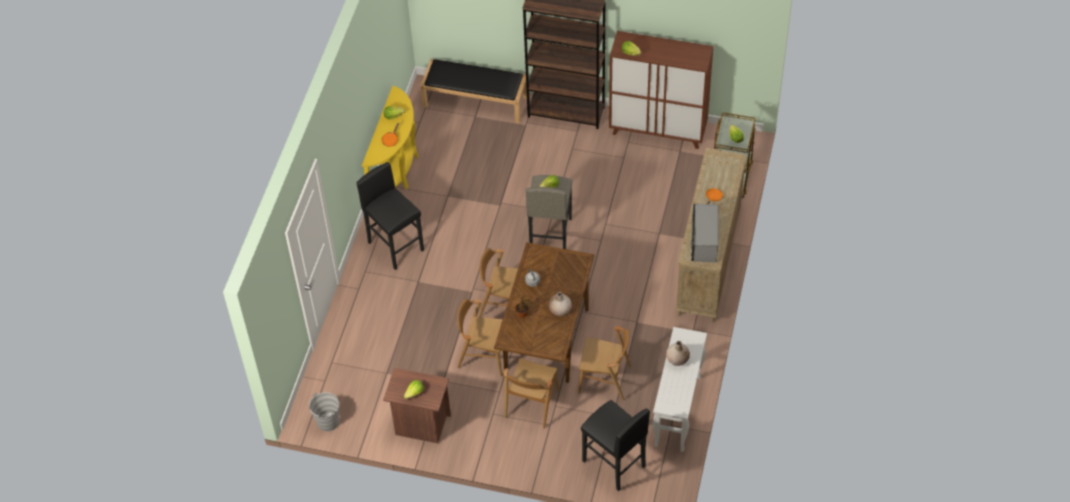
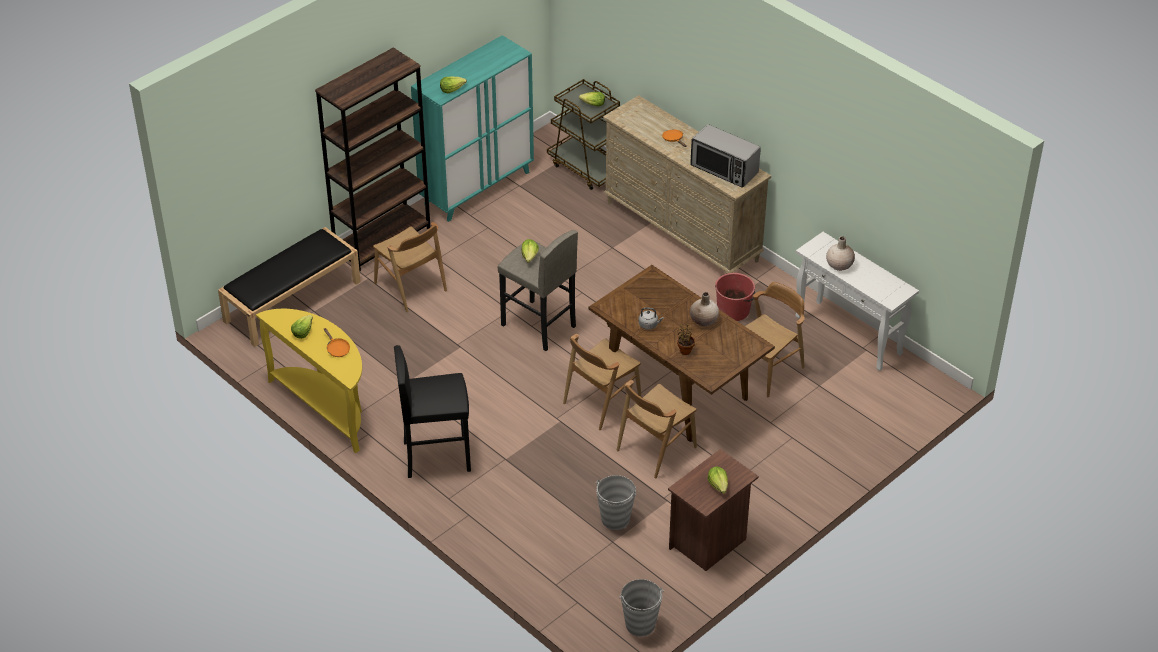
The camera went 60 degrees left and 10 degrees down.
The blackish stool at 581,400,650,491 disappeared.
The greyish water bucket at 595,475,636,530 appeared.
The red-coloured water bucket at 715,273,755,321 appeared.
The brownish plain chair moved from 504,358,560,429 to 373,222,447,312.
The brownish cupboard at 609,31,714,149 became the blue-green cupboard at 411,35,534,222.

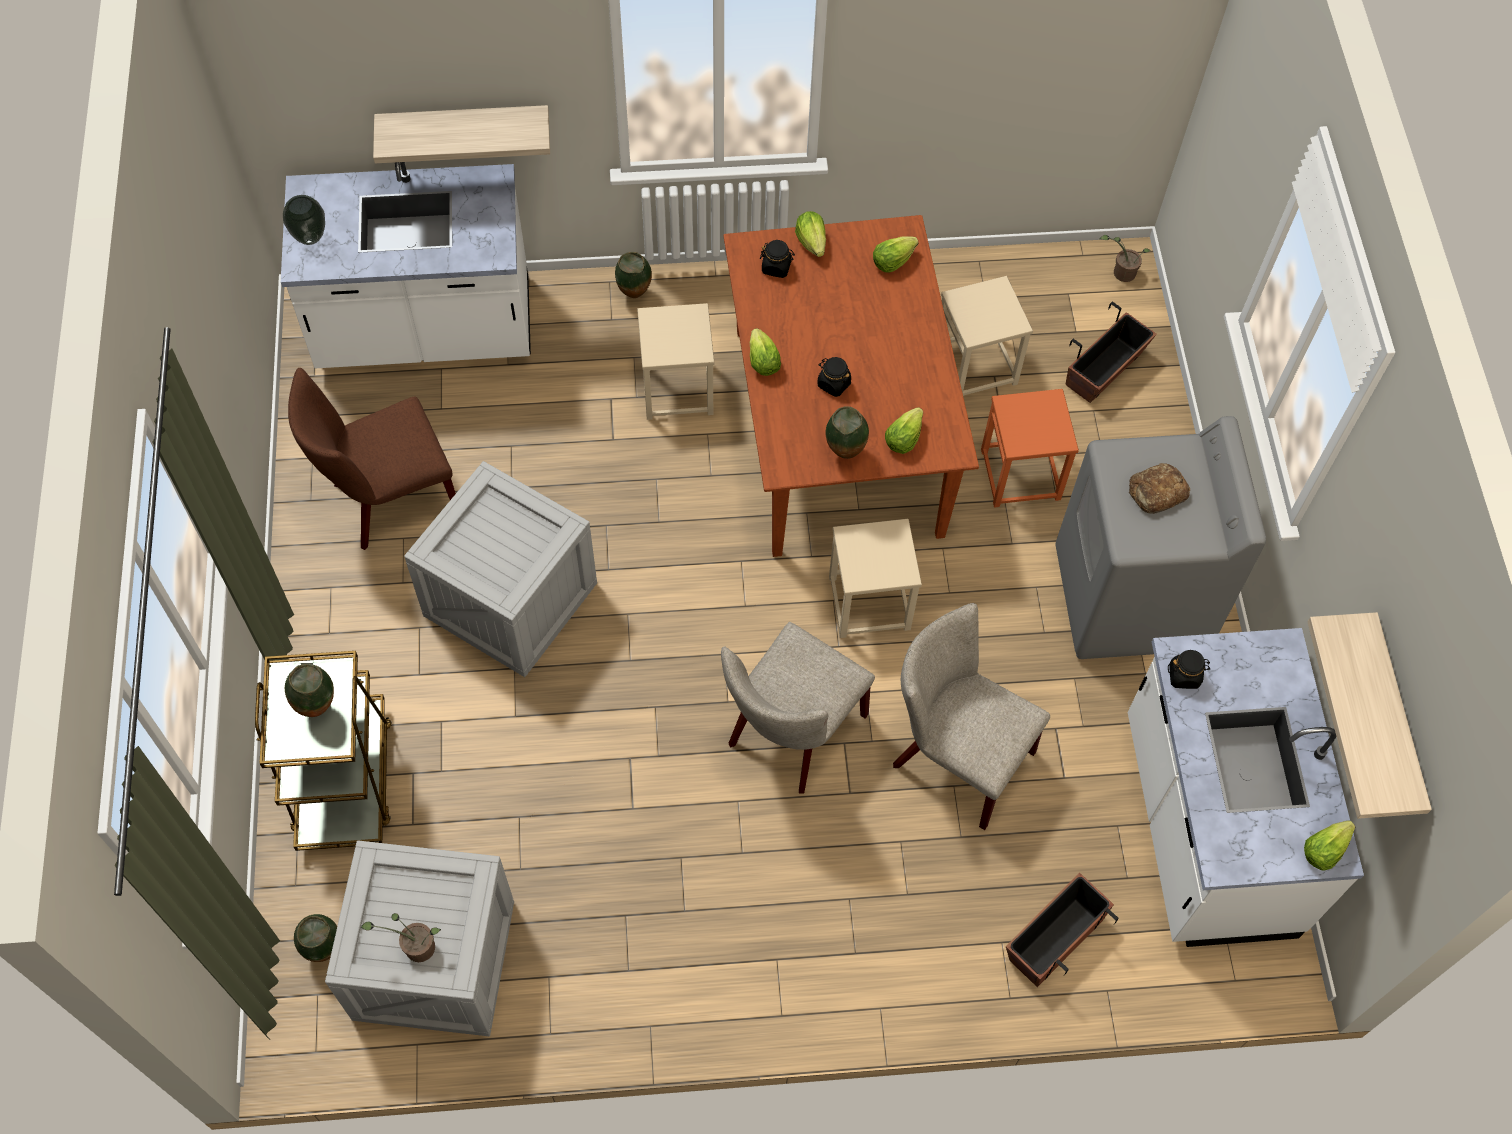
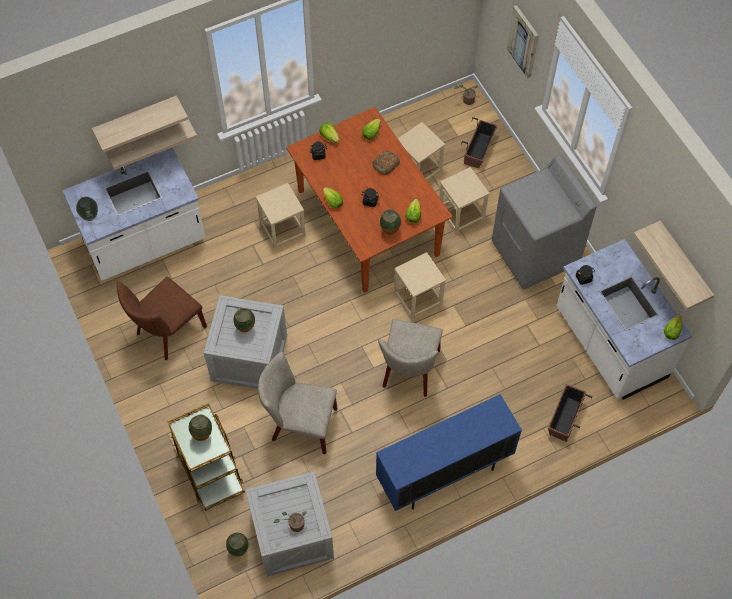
The camera went 20 degrees left and 0 degrees up.
The bracket shelf at 92,96,188,153 appeared.
The blue cupboard at 376,394,522,511 appeared.
The wall picture at 507,5,539,78 appeared.
The decorative vase moved from 615,252,652,298 to 234,308,255,332.
The beige plain chair moved from 893,603,1050,830 to 258,352,337,455.
The bread moved from 1129,463,1190,514 to 372,151,400,175.
The orangey stool at 981,389,1079,507 became the beige stool at 439,167,490,233.

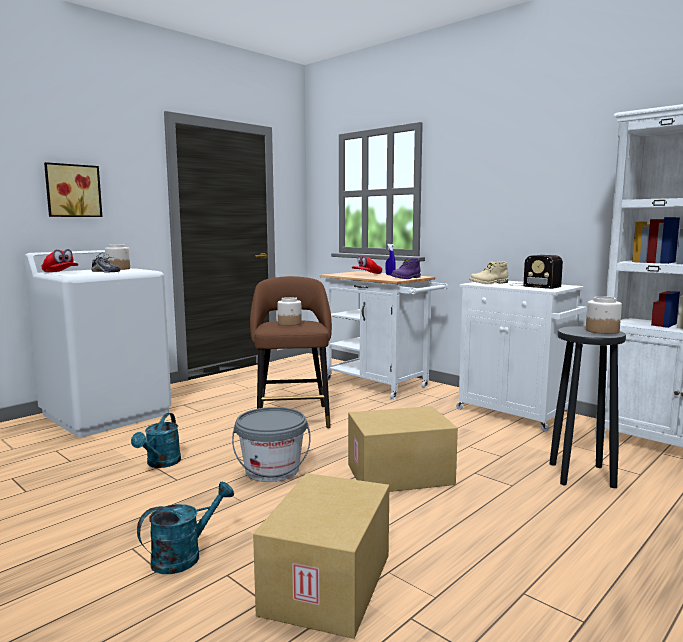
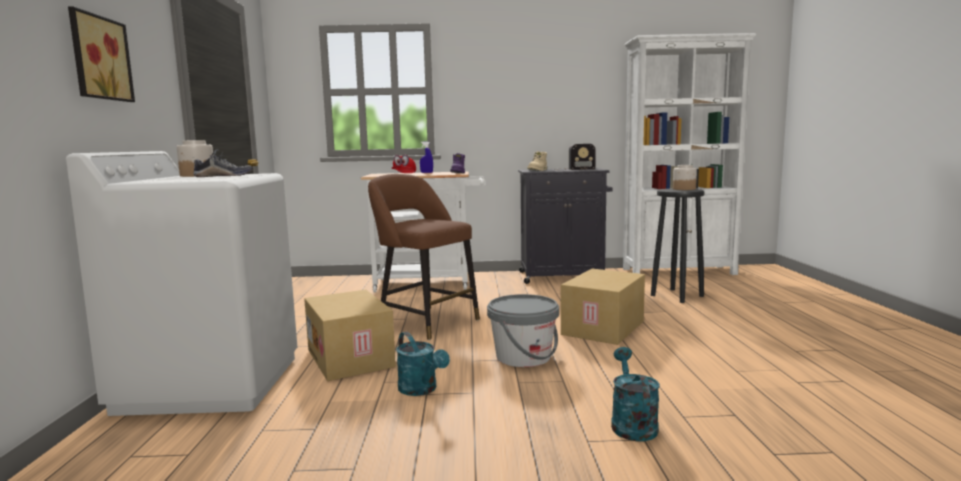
The camera went 45 degrees left and 0 degrees up.
The red-coloured cap at 41,249,78,272 disappeared.
The preserve jar at 277,297,302,326 disappeared.
The carton moved from 253,473,389,639 to 304,289,396,381.
The white cupboard at 456,281,586,432 became the blackish cupboard at 518,168,612,284.

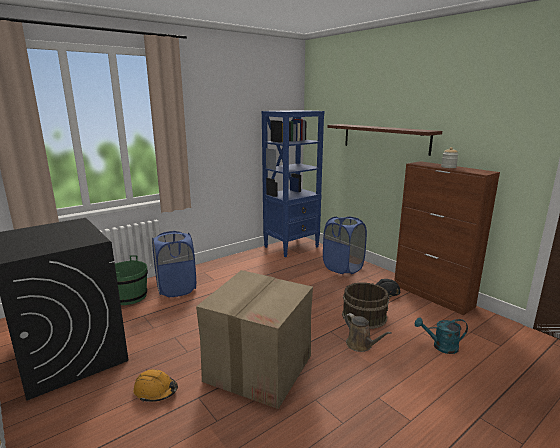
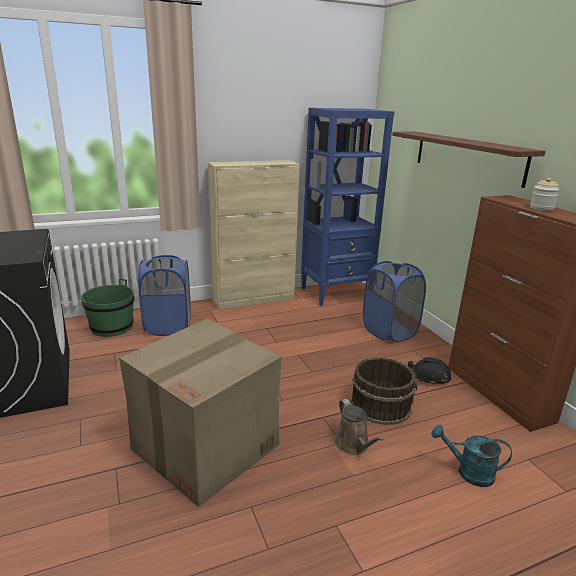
The camera went 15 degrees right and 5 degrees up.
The orangey safety helmet at 133,369,178,402 disappeared.
The beige cupboard at 208,160,300,310 appeared.

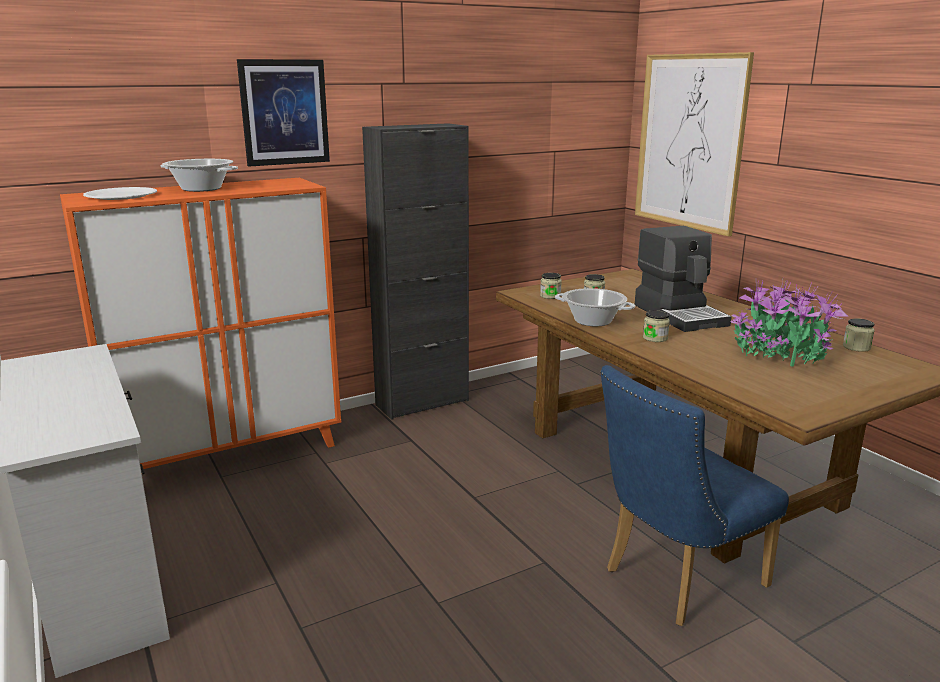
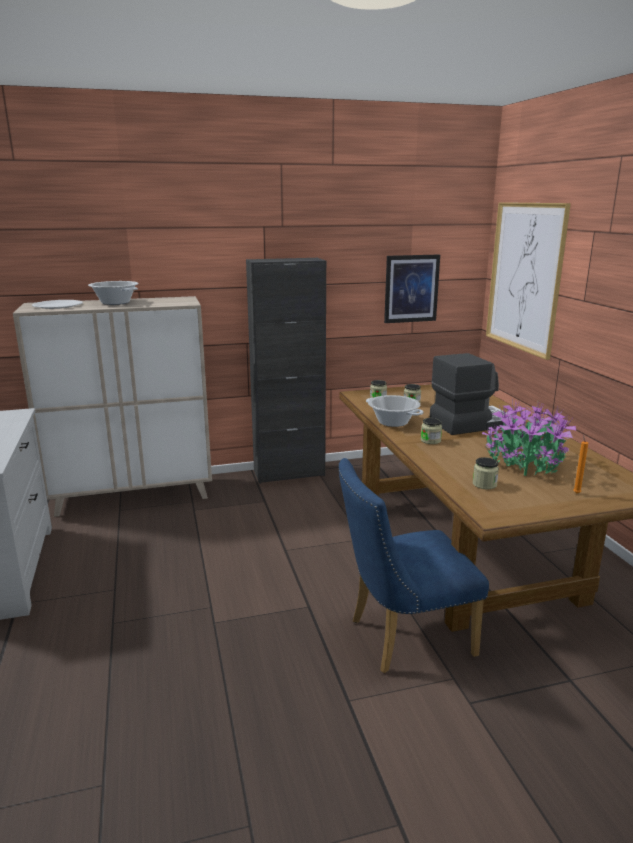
The camera went 15 degrees right and 0 degrees up.
The orangey wax candle at 573,435,588,493 appeared.
The wall picture moved from 237,59,330,167 to 384,255,440,323.
The preserve jar moved from 843,318,875,352 to 473,457,499,489.
The orangey cupboard at 60,178,341,469 became the beige cupboard at 13,296,212,517.
The coffee brewer at 635,226,732,332 turned 105 degrees counterclockwise.

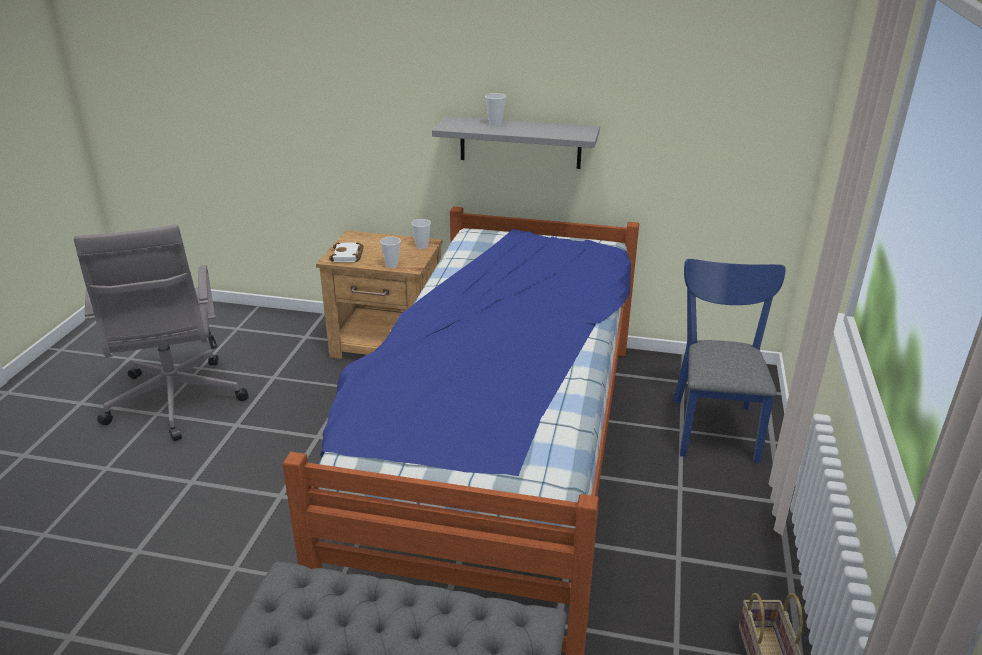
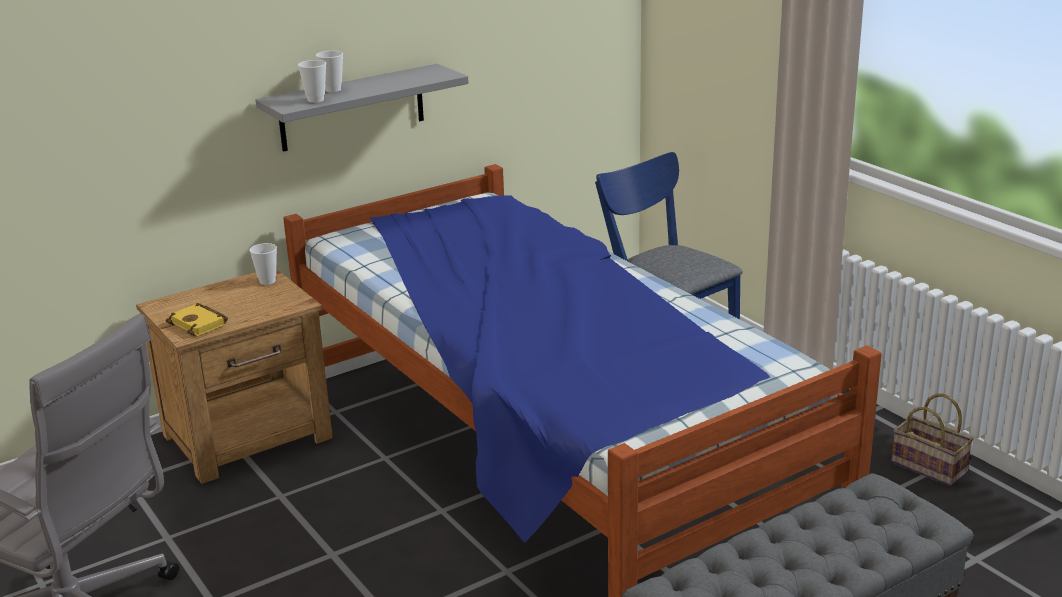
The camera went 45 degrees left and 5 degrees down.
The small cup moved from 380,237,401,268 to 298,60,326,103.
The white bound book at 329,242,364,262 became the yellowish bound book at 166,303,228,337.

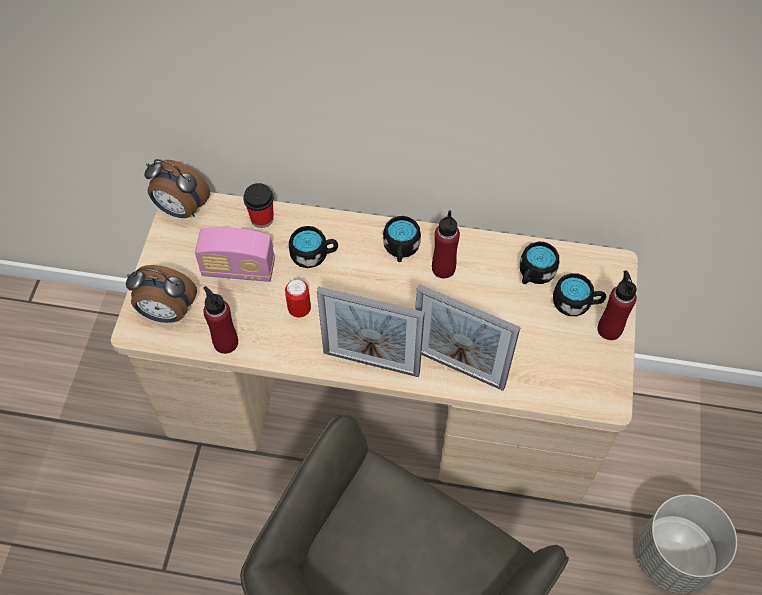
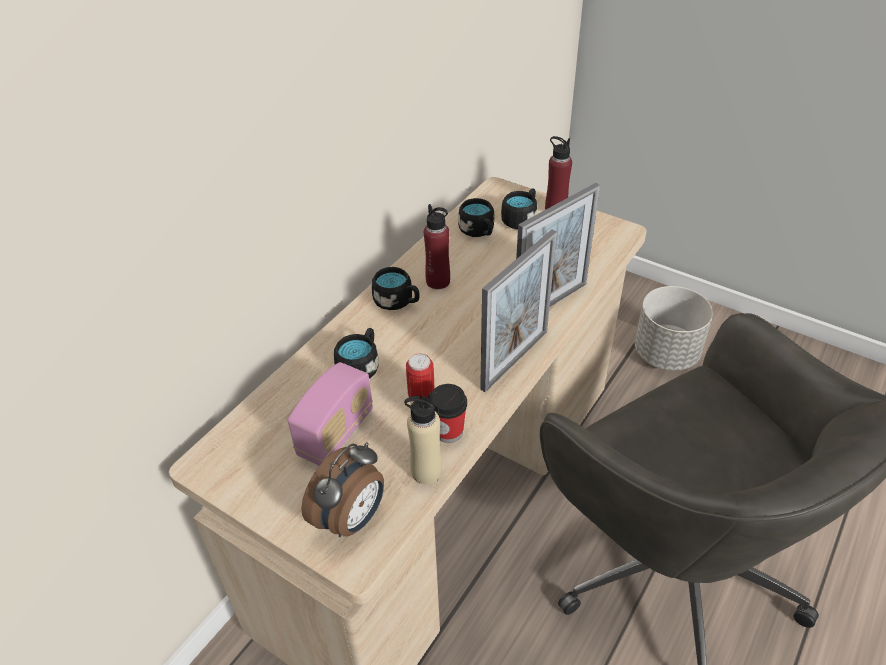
The camera went 65 degrees left and 15 degrees down.
The bedside clock at 144,159,210,218 disappeared.
The small cup moved from 243,183,274,228 to 432,384,467,443.
The red-coloured bottle at 203,286,238,354 became the beige bottle at 404,393,442,484.

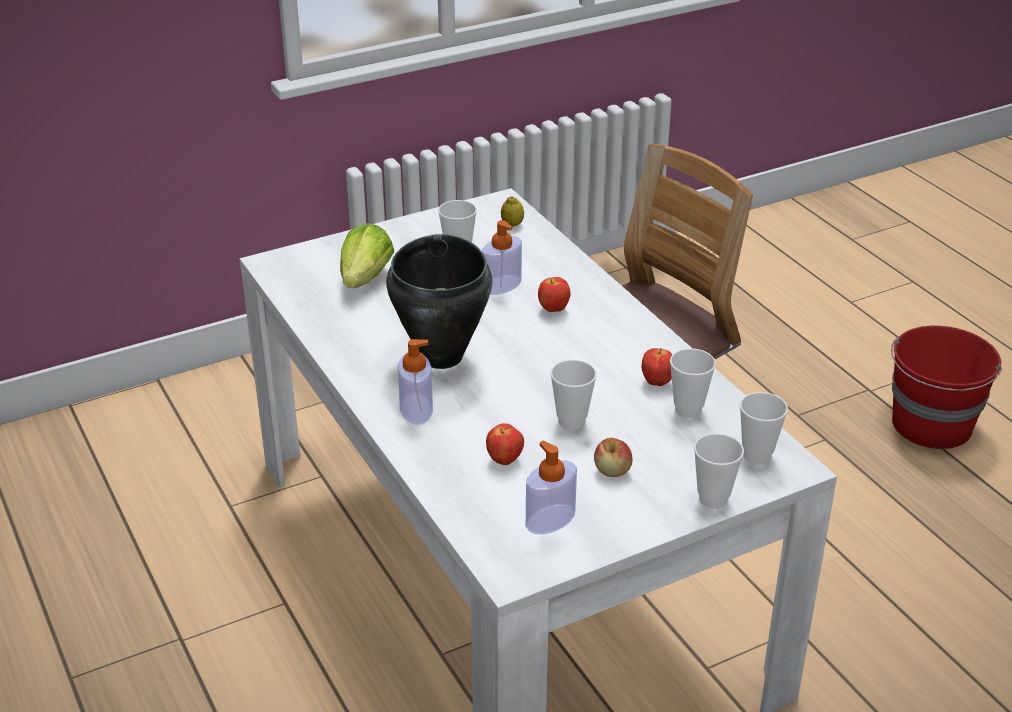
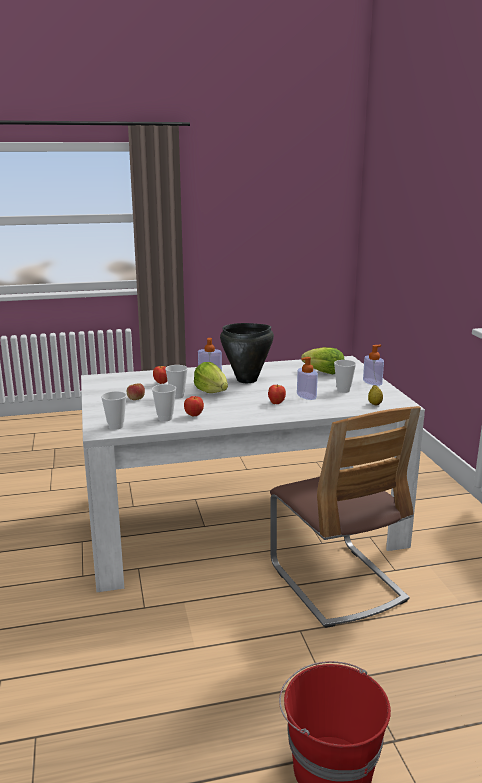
The camera went 105 degrees right and 15 degrees down.
The small cup at 694,433,744,509 disappeared.
The head of lettuce at 194,362,228,393 appeared.
The soap bottle moved from 526,441,577,534 to 363,345,384,386.

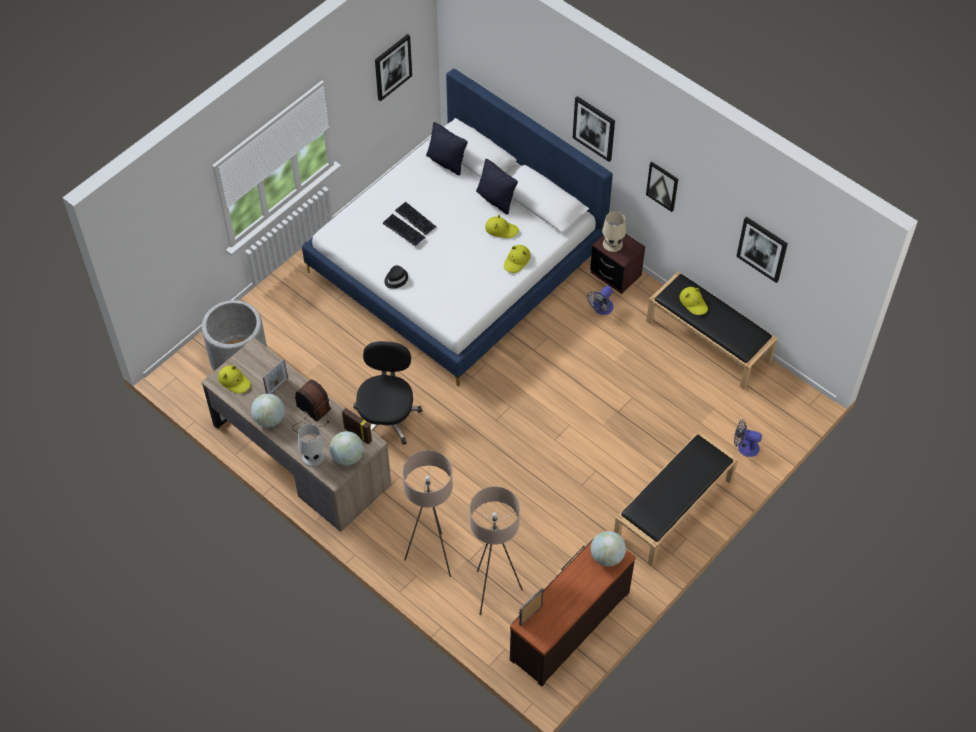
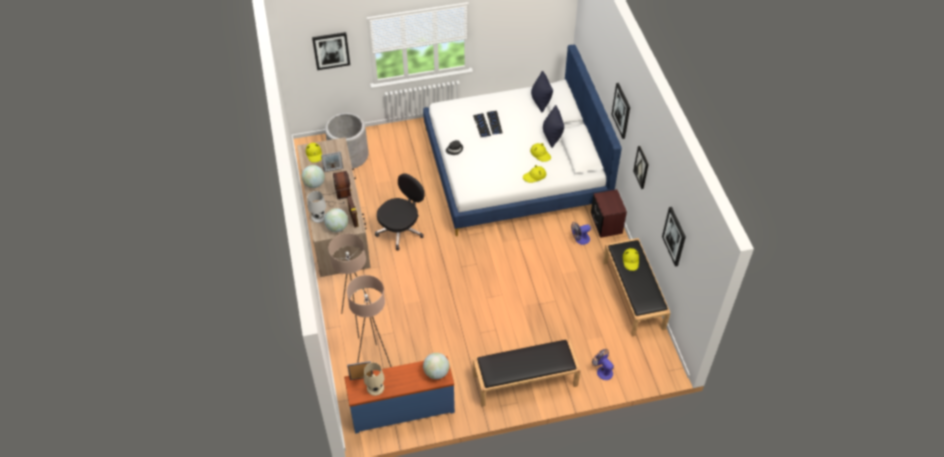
The camera went 35 degrees right and 5 degrees down.
The wall picture moved from 375,34,412,101 to 312,32,350,70.
The beige table lamp moved from 602,211,626,252 to 364,363,384,396.
The brownish drawer chest at 510,531,636,687 became the blue drawer chest at 344,356,455,434.

